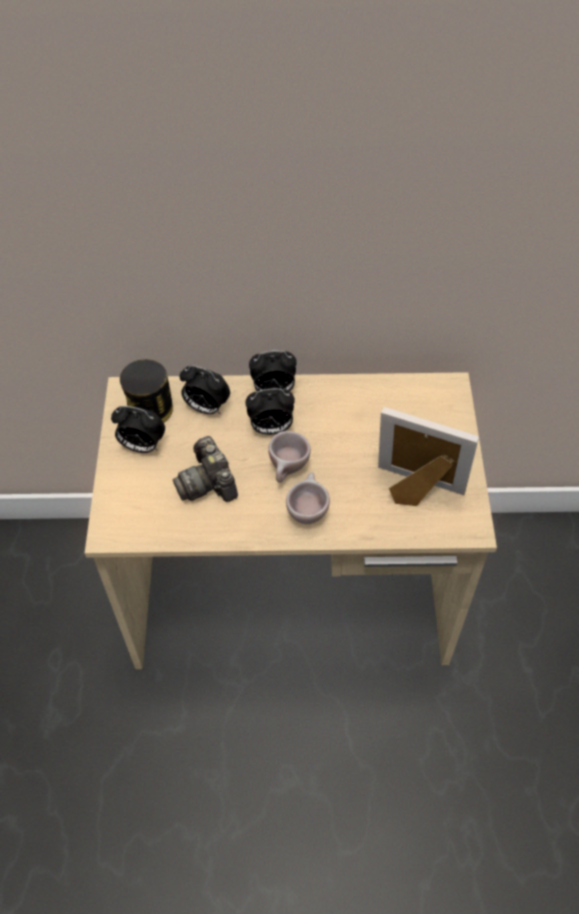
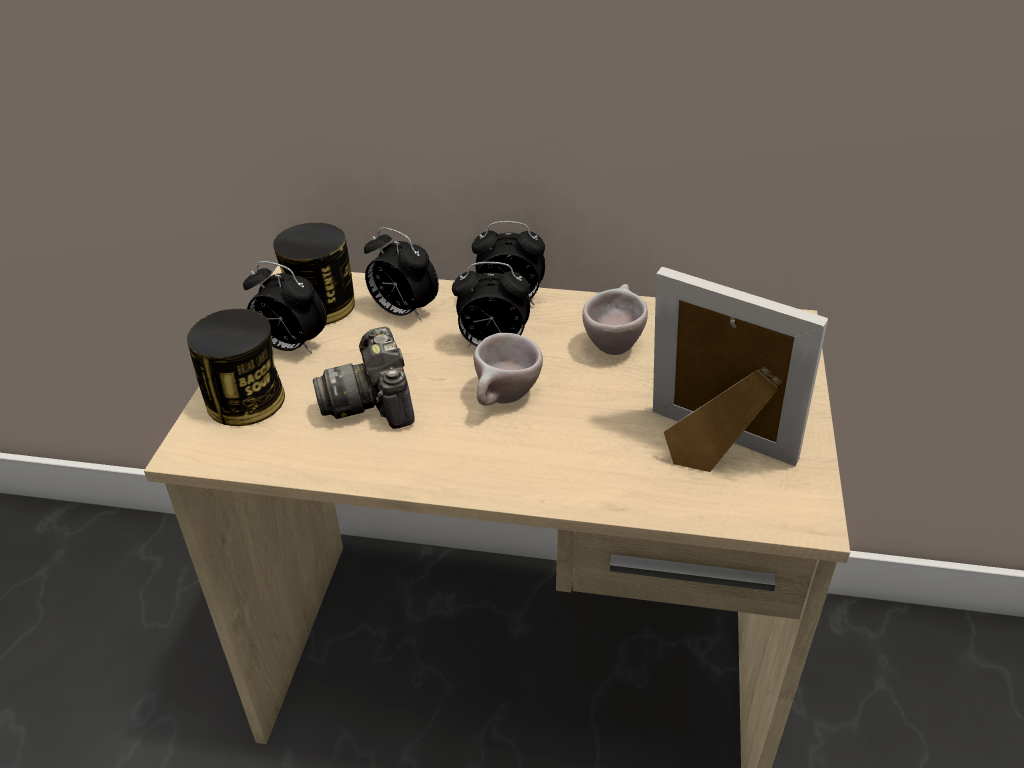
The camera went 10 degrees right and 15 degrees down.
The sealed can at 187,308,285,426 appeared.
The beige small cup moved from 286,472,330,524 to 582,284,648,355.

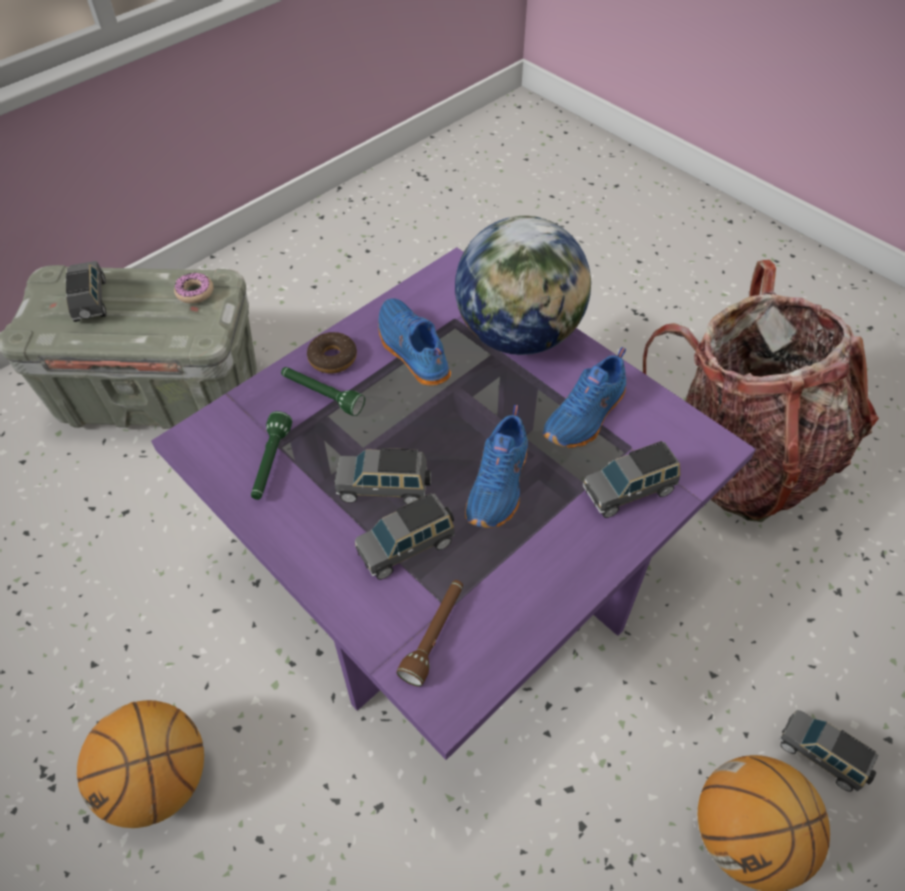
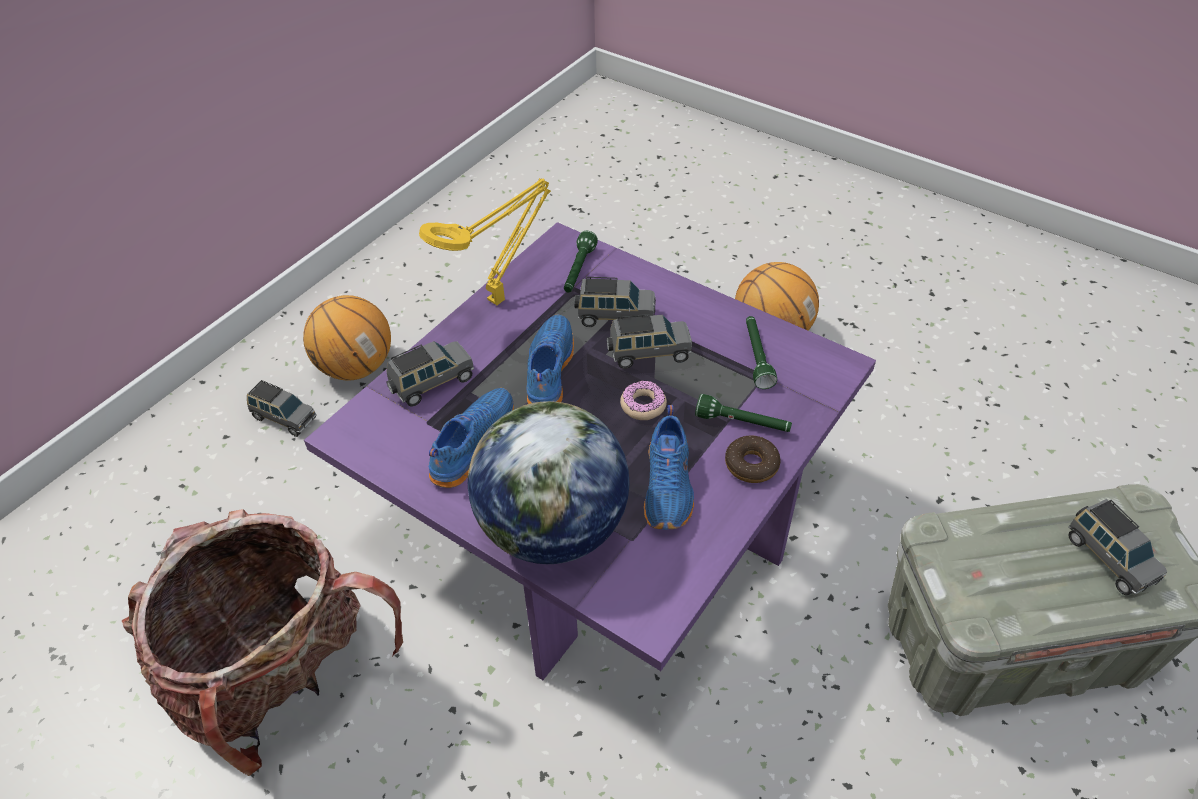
The camera went 170 degrees right and 5 degrees down.
The yellowish table lamp at 419,178,551,305 appeared.
The donut moved from 174,273,214,304 to 620,380,667,420.
The brownish flashlight at 397,580,463,687 became the green flashlight at 564,231,598,292.
The greyish miniature car at 355,493,455,580 turned 45 degrees clockwise.
The blue shoe at 378,298,451,386 turned 45 degrees clockwise.

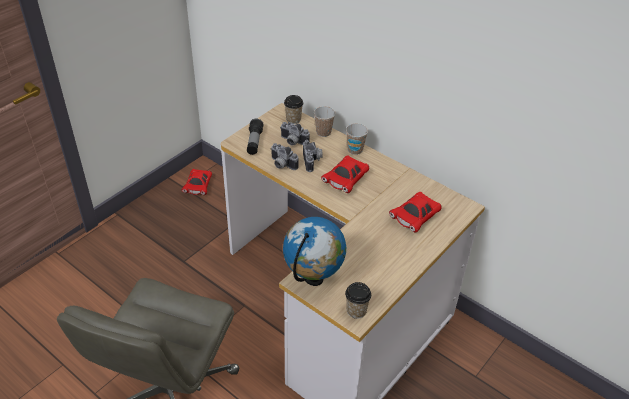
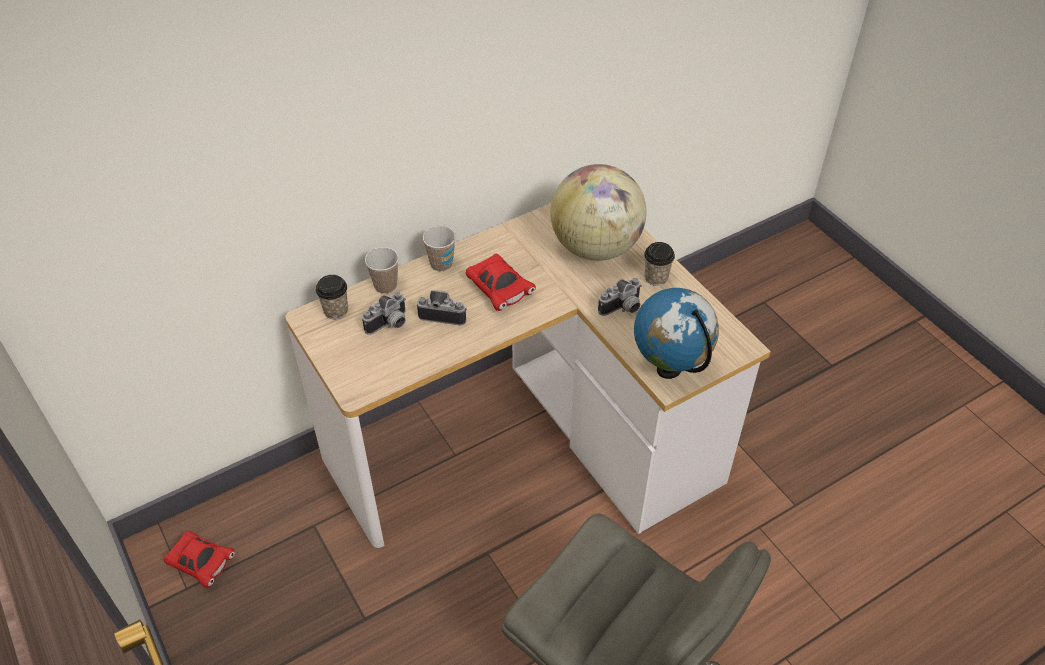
The camera went 70 degrees left and 5 degrees up.
The flashlight at 247,119,264,155 disappeared.
The still camera moved from 270,143,299,170 to 598,277,642,316.
The small cup moved from 345,282,371,319 to 644,242,675,286.
The red-coloured miniature car at 389,192,442,233 was replaced by the globe at 550,164,646,261.

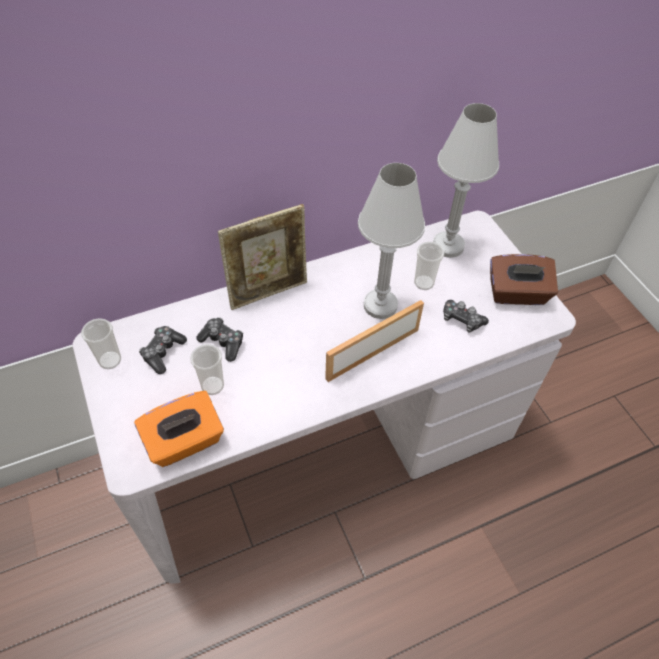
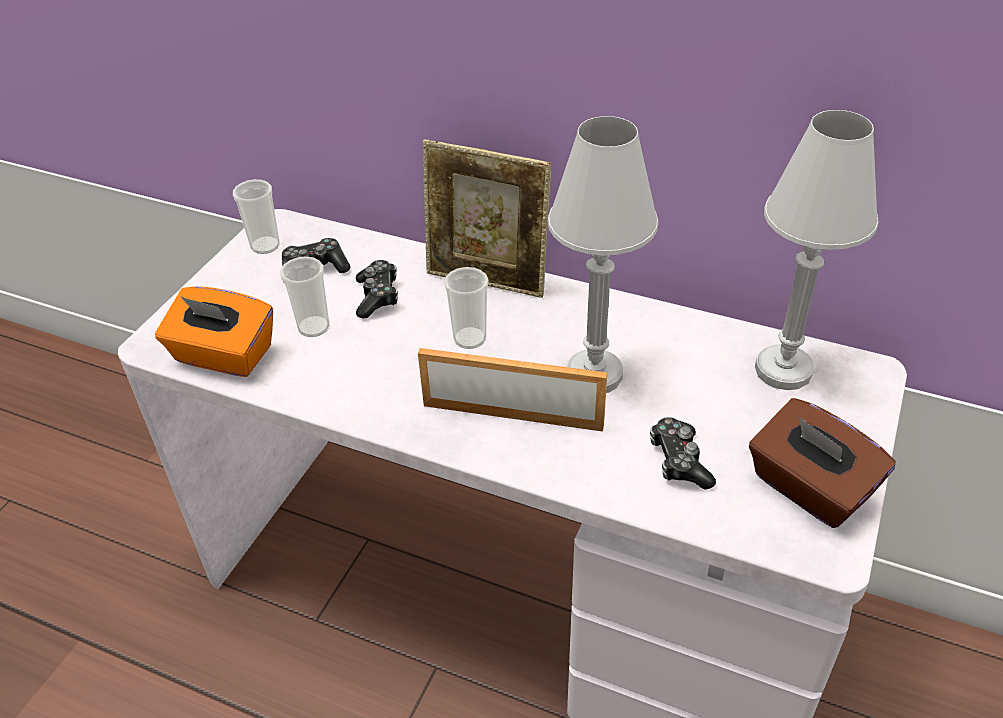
The camera went 50 degrees right and 10 degrees down.
The small cup moved from 414,242,444,290 to 444,267,489,349.

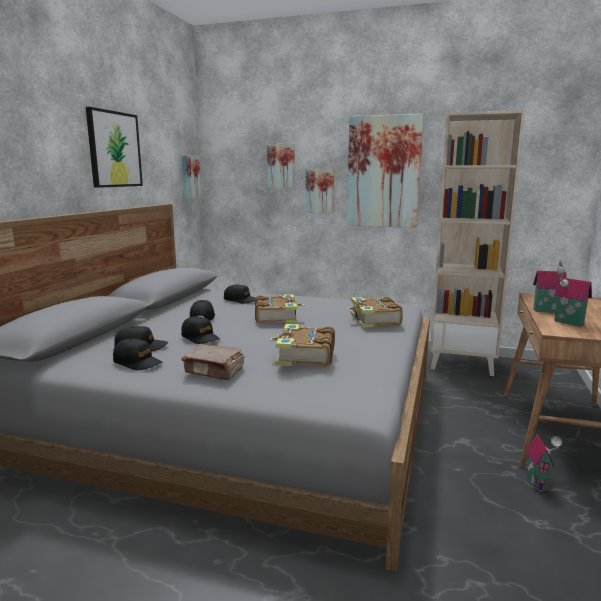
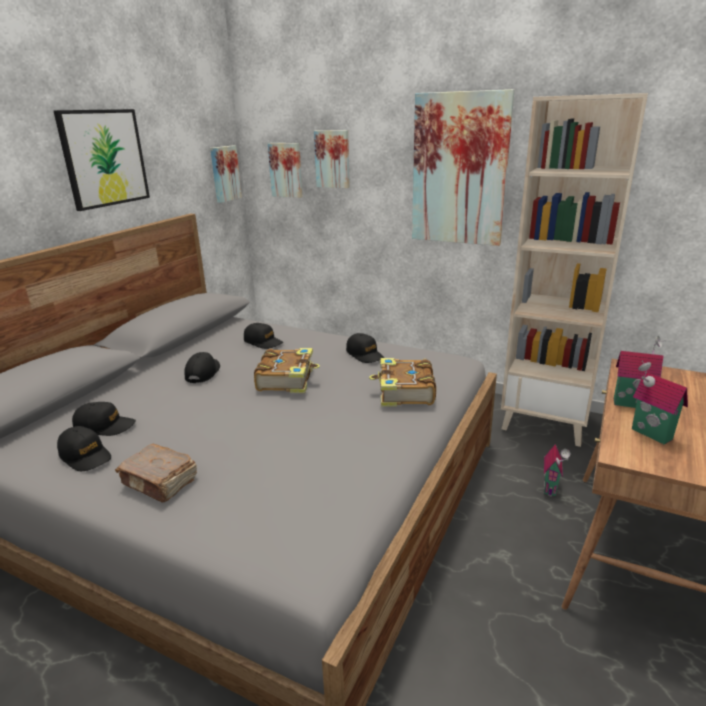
The camera went 10 degrees right and 10 degrees up.
The bound book at 270,324,335,367 disappeared.
The blackish cap moved from 181,316,220,344 to 346,333,384,363.
The wall picture moved from 305,169,334,213 to 268,143,303,198.
The model house moved from 526,434,562,492 to 544,444,570,497.

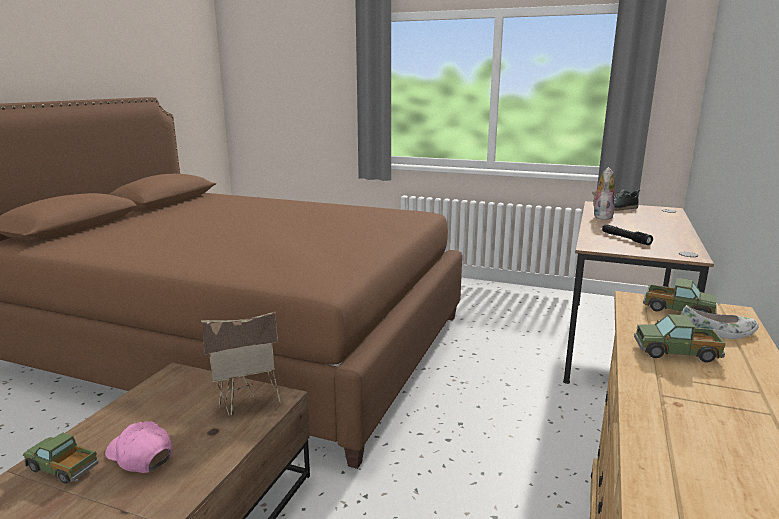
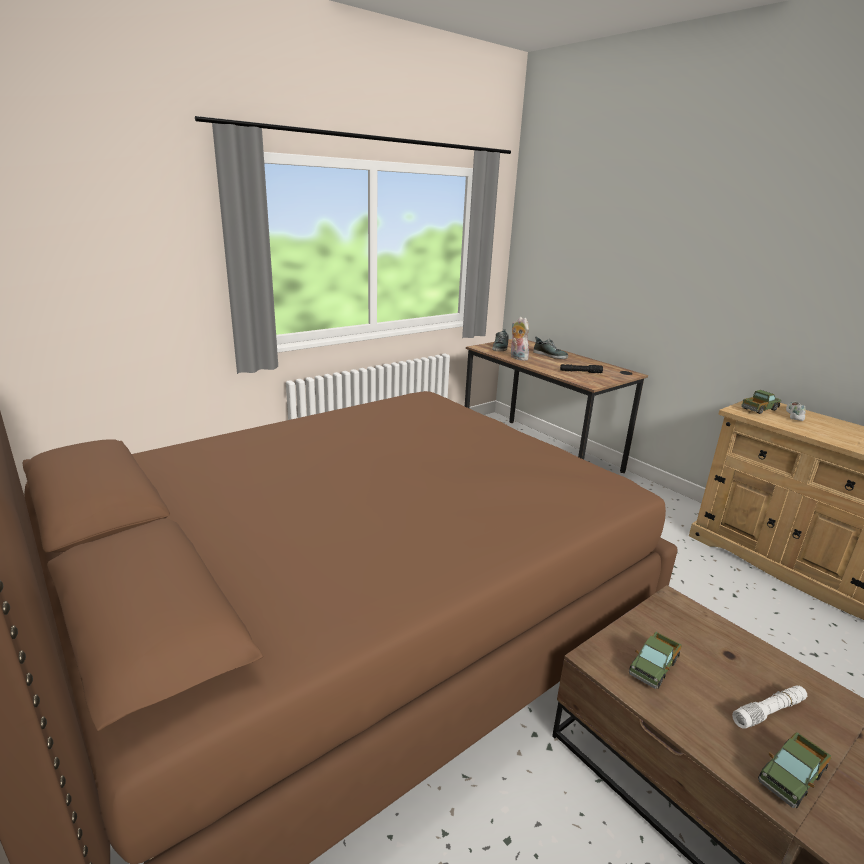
The camera went 60 degrees left and 5 degrees up.
The model house at 201,311,281,416 disappeared.
The shoe at 533,336,568,359 appeared.
The model truck moved from 634,314,725,362 to 629,632,682,689.
The pink-coloured cap at 105,421,172,473 was replaced by the white flashlight at 732,686,807,729.

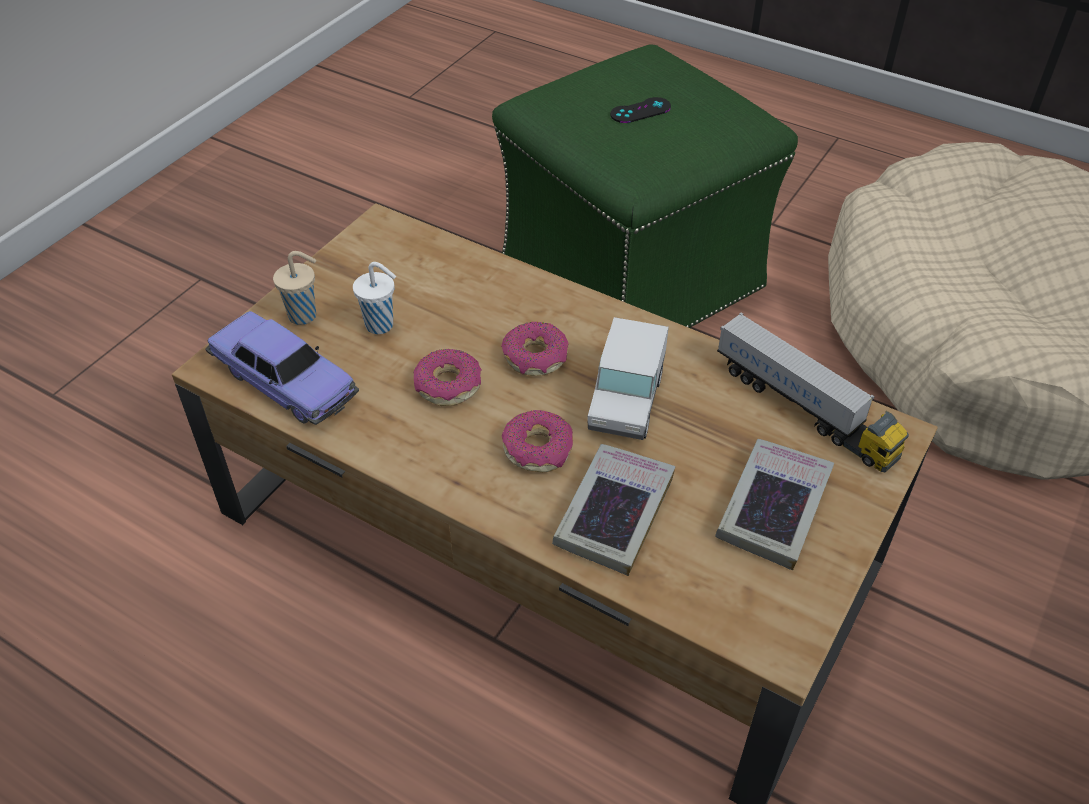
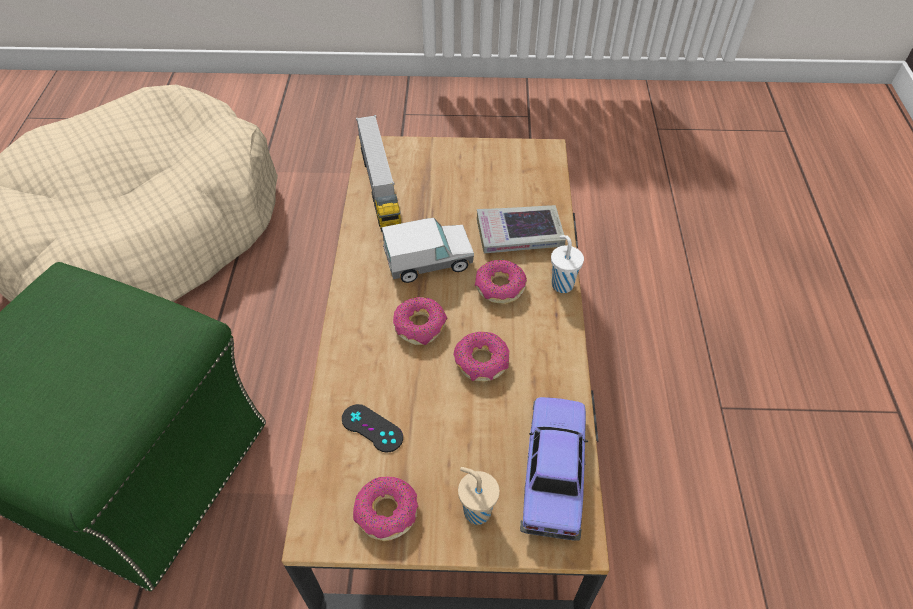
The camera went 120 degrees left and 5 degrees up.
The bound book at 715,439,834,570 disappeared.
The donut at 353,476,418,541 appeared.
The white small cup moved from 353,262,396,334 to 551,235,584,293.
The blackish gamepad moved from 610,97,671,123 to 342,404,403,453.
The model truck at 717,313,909,472 turned 150 degrees clockwise.

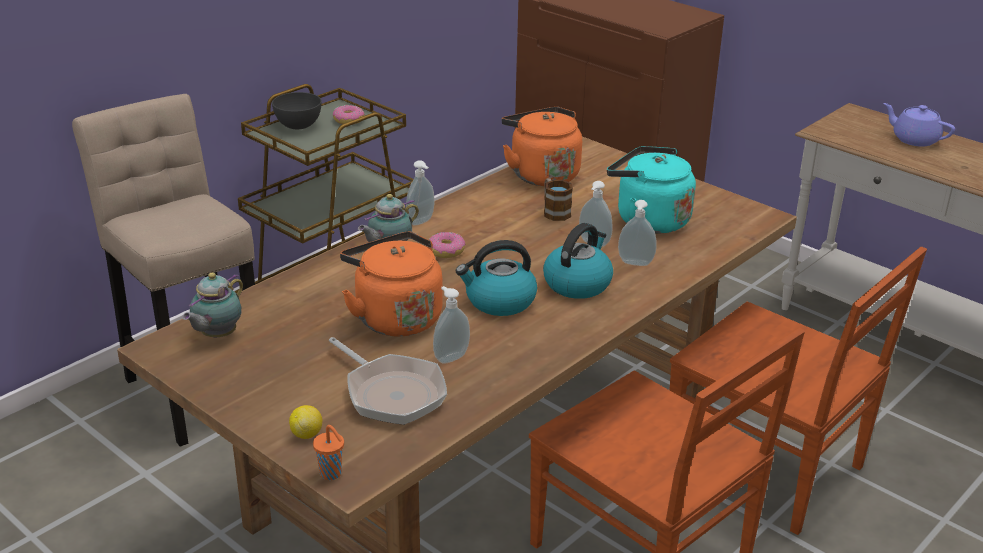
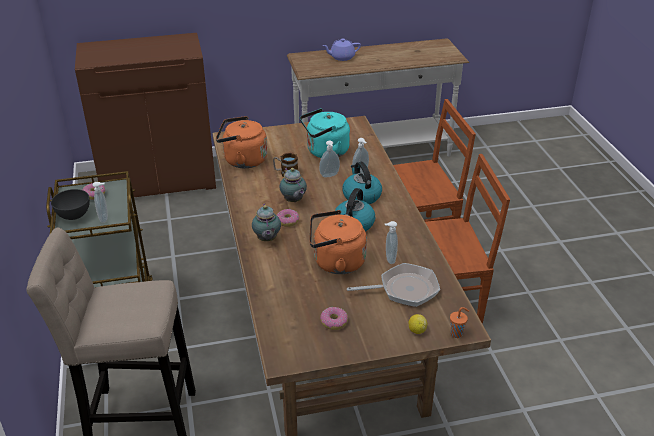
The camera went 55 degrees left and 5 degrees up.
The donut at 320,307,348,330 appeared.
The pot for tea moved from 182,272,243,338 to 279,168,307,202.
The soap bottle moved from 406,160,434,226 to 92,182,108,223.

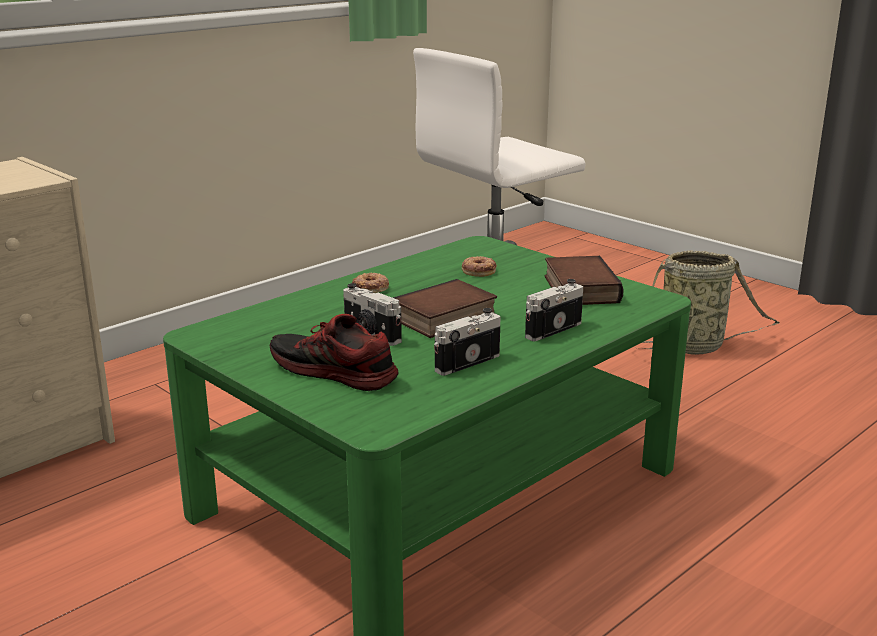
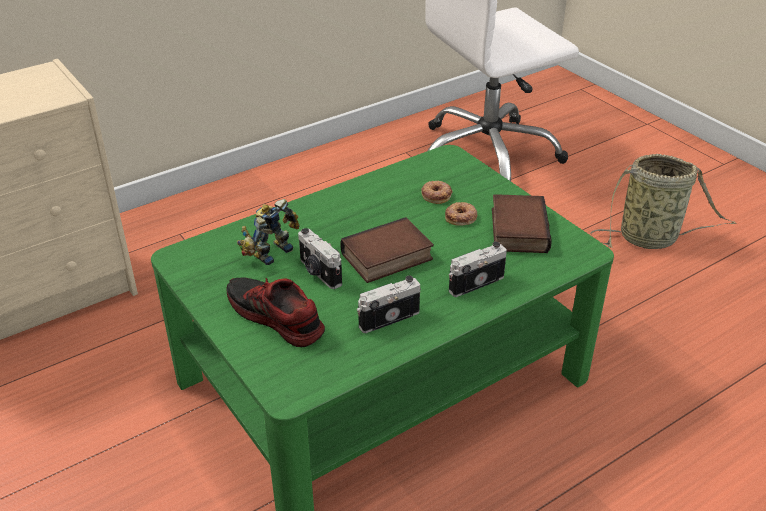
The camera went 10 degrees right and 15 degrees up.
The robot figure at 237,199,300,265 appeared.
The donut moved from 352,273,389,293 to 445,202,477,226.

